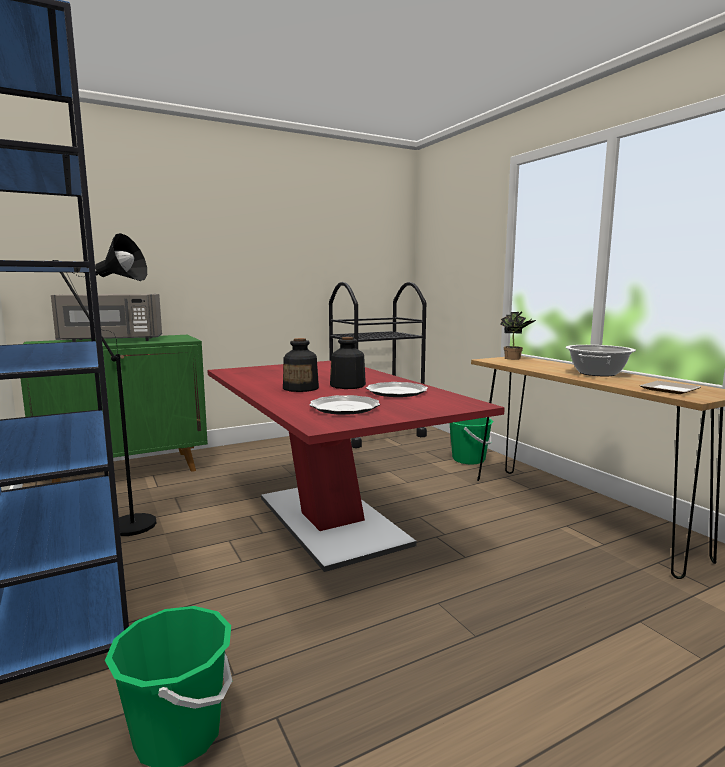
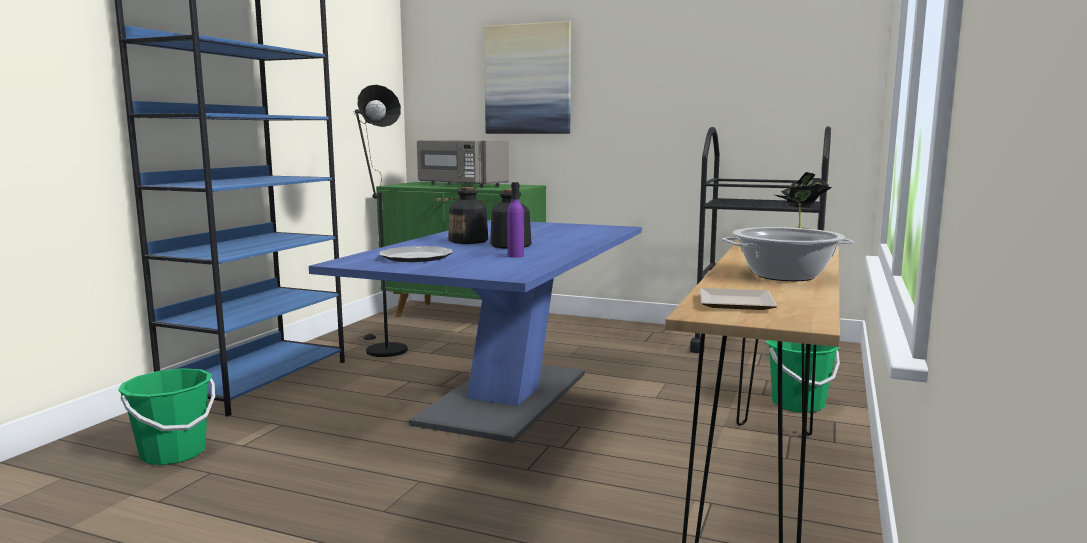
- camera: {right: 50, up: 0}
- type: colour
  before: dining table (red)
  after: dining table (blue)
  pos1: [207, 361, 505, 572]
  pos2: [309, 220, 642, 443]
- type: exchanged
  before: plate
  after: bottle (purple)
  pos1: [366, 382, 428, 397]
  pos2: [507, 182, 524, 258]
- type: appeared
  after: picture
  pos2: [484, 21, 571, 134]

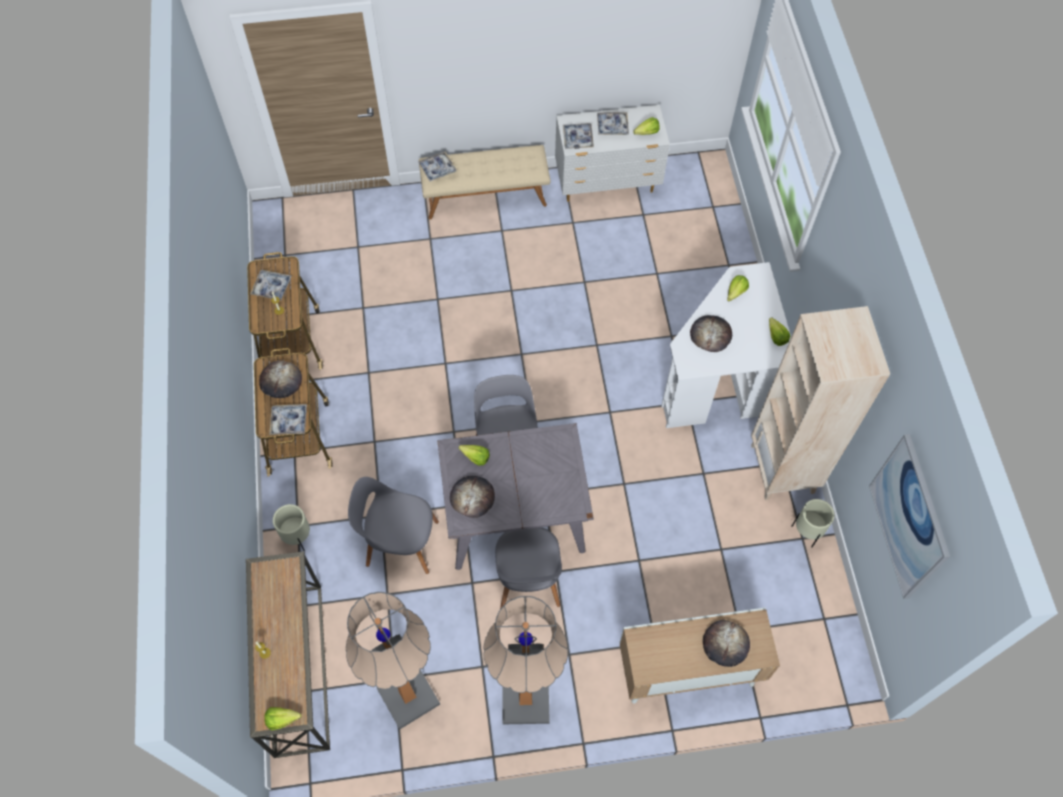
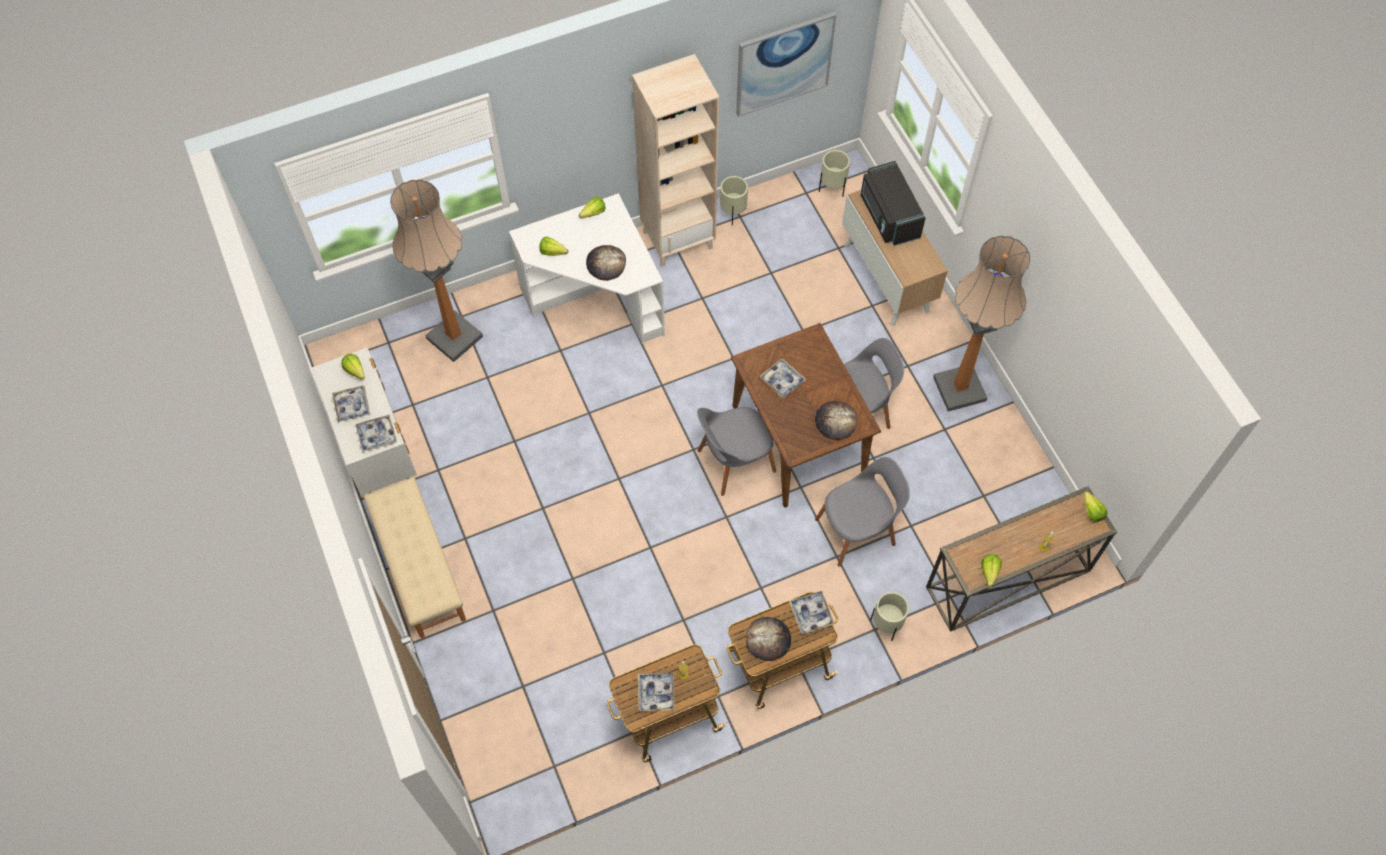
- camera: {right: -105, up: 0}
- type: relocated
  before: floor lamp
  pos1: [346, 592, 440, 729]
  pos2: [390, 180, 483, 362]
- type: spun
  before: chair (grey)
  pos1: [348, 477, 439, 574]
  pos2: [815, 457, 910, 567]
  turn: -105
- type: relocated
  before: tray
  pos1: [418, 151, 457, 182]
  pos2: [759, 358, 806, 399]
- type: colour
  before: dining table (grey)
  after: dining table (brown)
  pos1: [437, 423, 594, 570]
  pos2: [731, 323, 881, 508]
- type: relocated
  before: lettuce
  pos1: [458, 445, 490, 466]
  pos2: [981, 554, 1002, 587]
- type: exchanged
  before: bread
  after: microwave (black)
  pos1: [703, 620, 750, 667]
  pos2: [861, 161, 925, 246]
- type: appeared
  after: planter (beige)
  pos2: [819, 150, 850, 197]

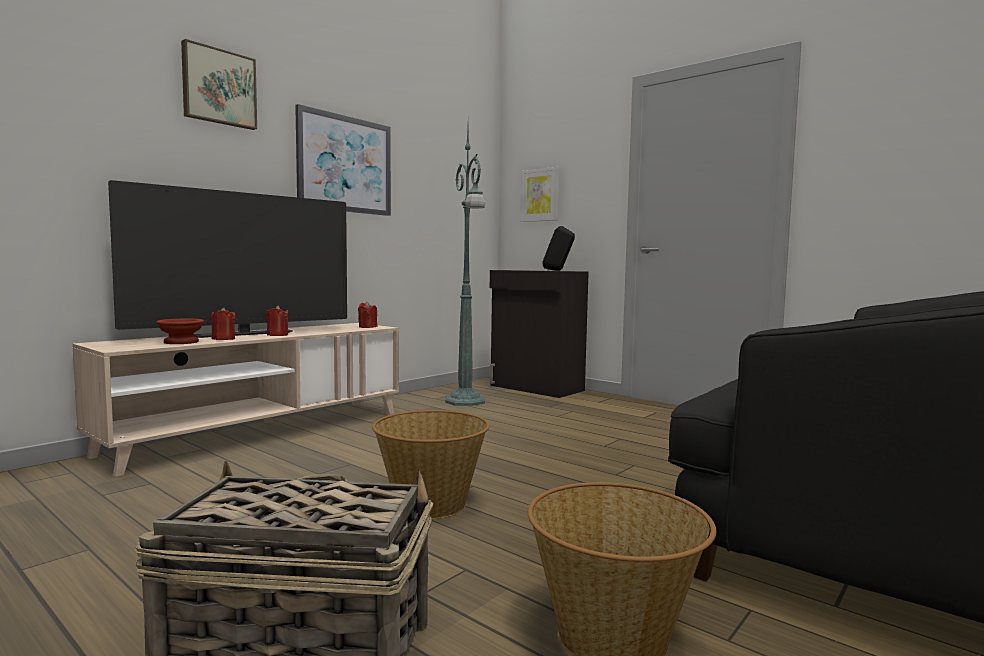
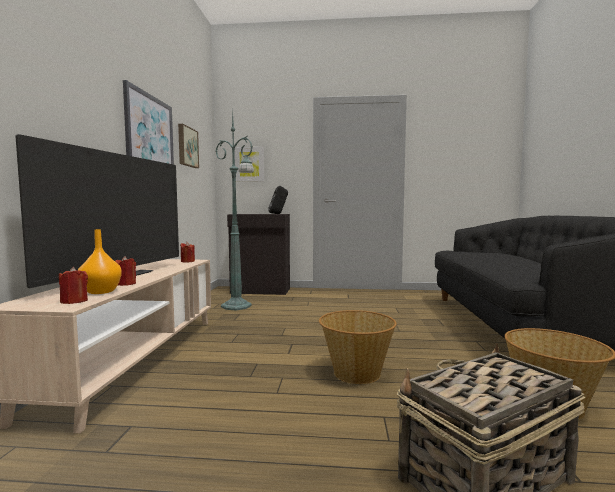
- camera: {right: -35, up: 0}
- type: exchanged
  before: bowl (brown)
  after: vase (orange)
  pos1: [156, 319, 204, 344]
  pos2: [78, 229, 122, 294]
- type: relocated
  before: picture
  pos1: [181, 39, 257, 130]
  pos2: [178, 124, 199, 168]
- type: relocated
  before: candle (red)
  pos1: [266, 305, 288, 336]
  pos2: [59, 267, 88, 304]

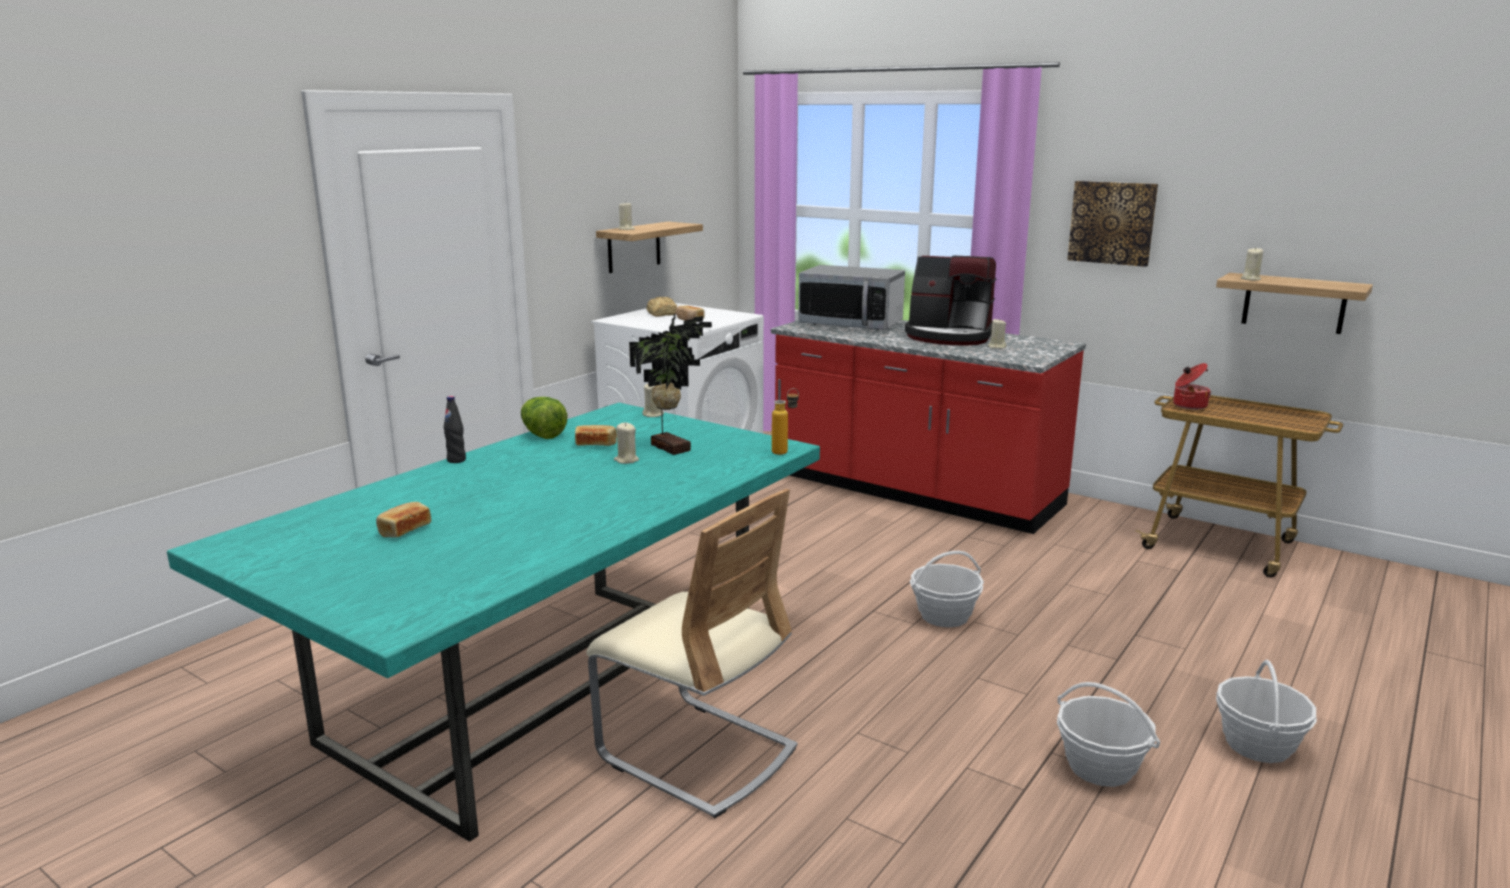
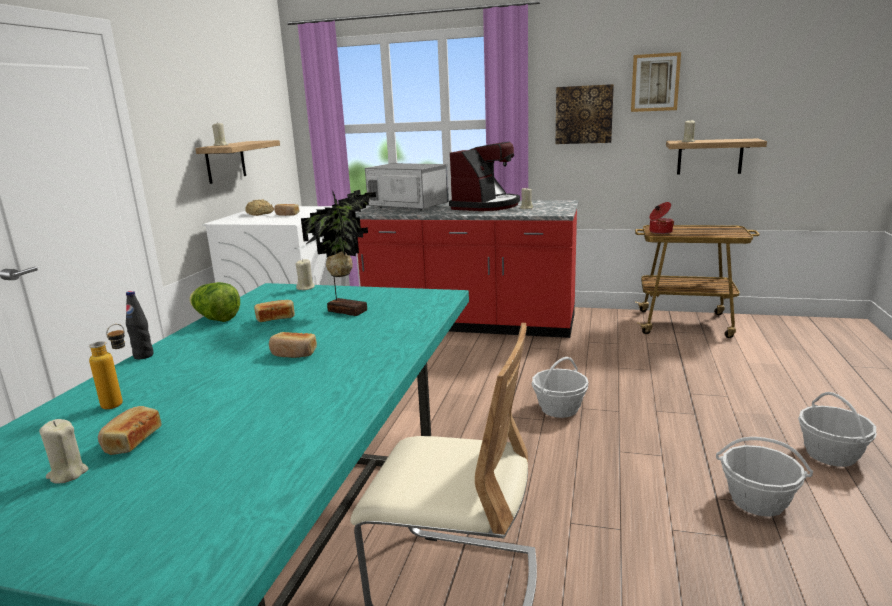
- camera: {right: -20, up: 0}
- type: relocated
  before: candle (beige)
  pos1: [614, 422, 639, 464]
  pos2: [39, 419, 89, 483]
- type: relocated
  before: bottle
  pos1: [772, 388, 799, 455]
  pos2: [89, 324, 125, 409]
- type: spun
  before: microwave
  pos1: [798, 265, 905, 330]
  pos2: [365, 163, 449, 210]
  turn: -150
- type: spun
  before: coffee machine
  pos1: [905, 255, 996, 346]
  pos2: [449, 142, 520, 211]
  turn: -60
- type: appeared
  after: bread
  pos2: [269, 332, 317, 358]
- type: appeared
  after: picture
  pos2: [631, 52, 681, 112]

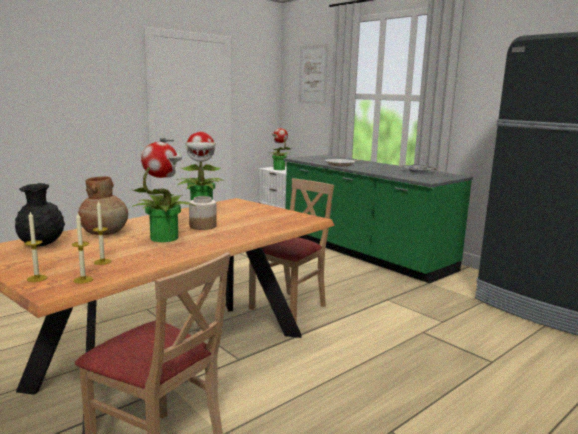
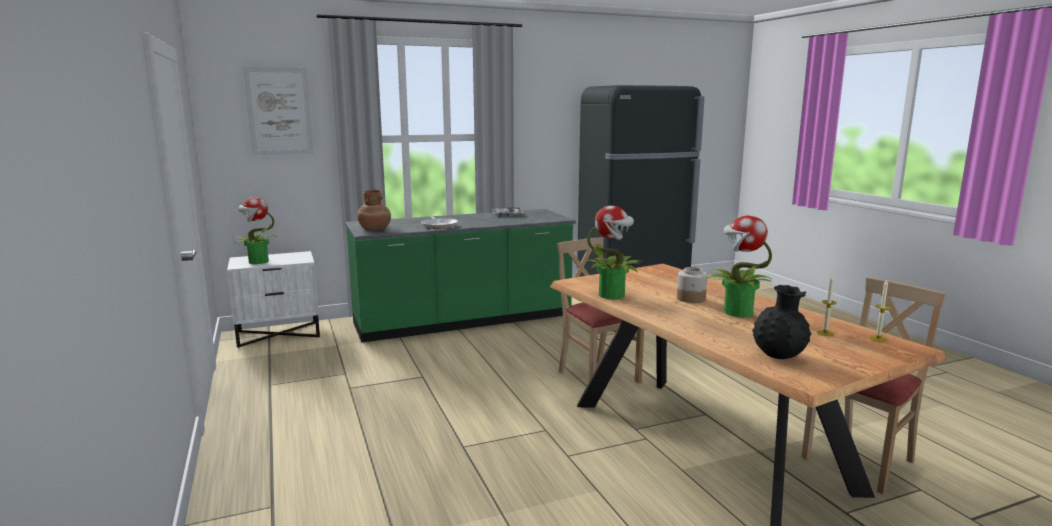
- camera: {right: -70, up: 0}
- type: missing
  before: candle
  pos1: [25, 212, 47, 282]
- type: relocated
  before: vase (brown)
  pos1: [78, 177, 128, 235]
  pos2: [357, 190, 391, 230]

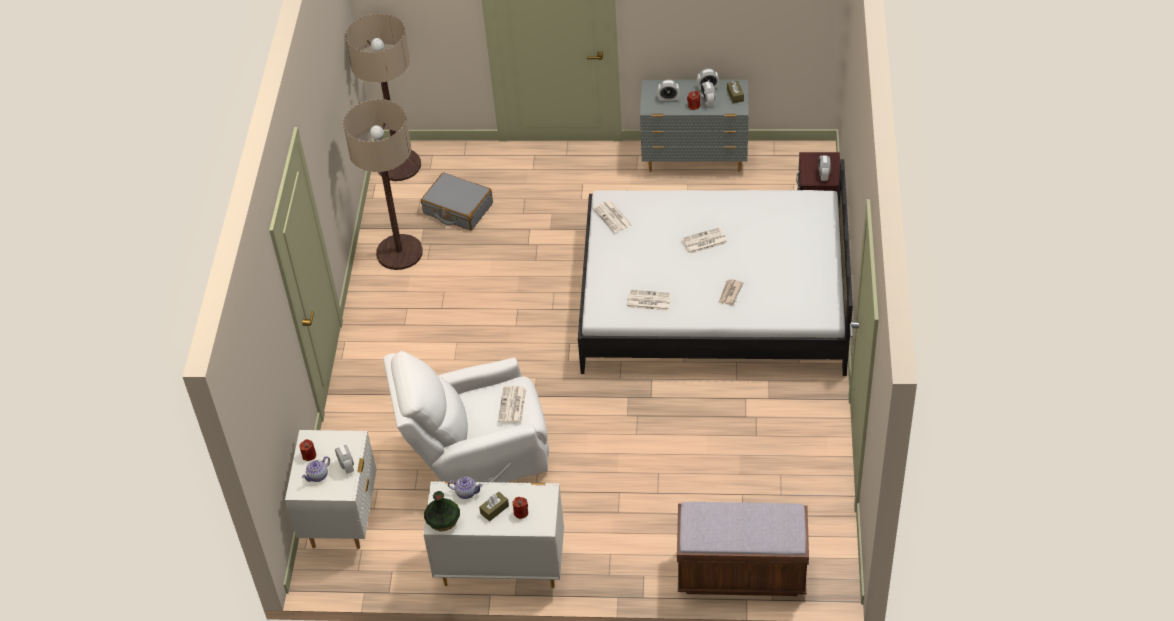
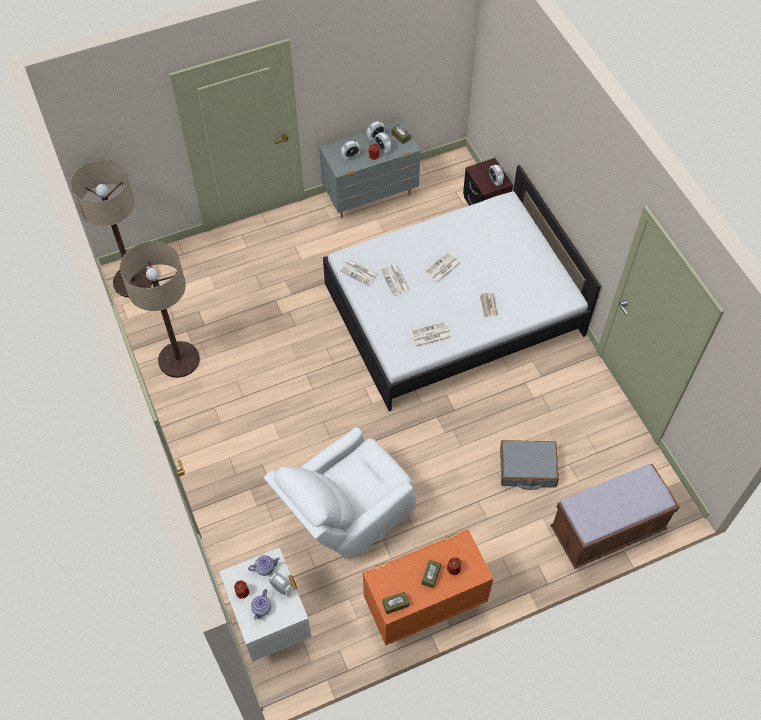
- camera: {right: -30, up: 10}
- type: relocated
  before: suitcase (grey)
  pos1: [421, 172, 493, 231]
  pos2: [500, 440, 559, 490]
- type: colour
  before: dresser (white)
  after: dresser (orange)
  pos1: [423, 481, 564, 588]
  pos2: [363, 529, 494, 645]
- type: exchanged
  before: vase
  after: tissue box (brown)
  pos1: [424, 491, 460, 531]
  pos2: [382, 592, 409, 614]
- type: relocated
  before: teapot
  pos1: [448, 477, 483, 499]
  pos2: [248, 555, 280, 576]
- type: relocated
  before: newspaper
  pos1: [498, 386, 526, 423]
  pos2: [380, 264, 411, 296]

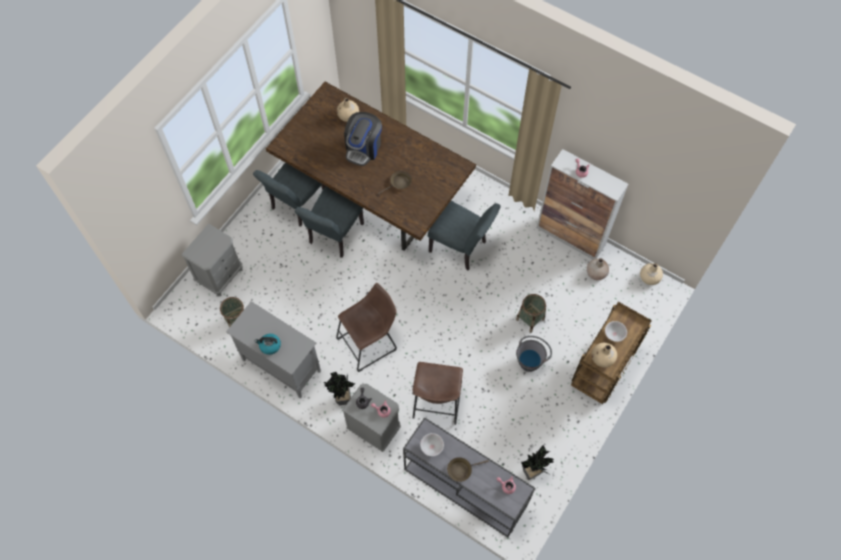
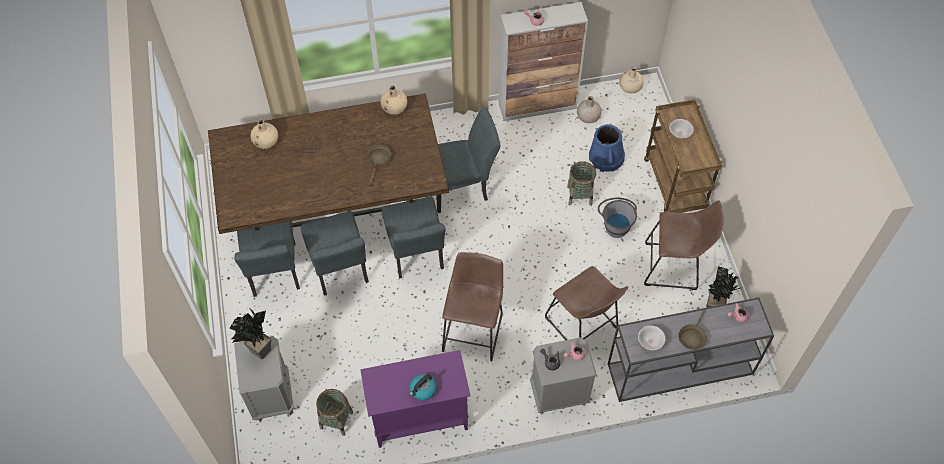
- camera: {right: -45, up: -5}
- type: colour
  before: cabinet (grey)
  after: cabinet (purple)
  pos1: [226, 301, 321, 398]
  pos2: [360, 350, 471, 448]
- type: relocated
  before: potted plant
  pos1: [323, 372, 355, 406]
  pos2: [229, 308, 271, 359]
- type: missing
  before: coffee machine
  pos1: [344, 112, 382, 166]
- type: relocated
  before: vase (beige)
  pos1: [591, 343, 617, 368]
  pos2: [381, 85, 407, 115]
- type: appeared
  after: chair (grey)
  pos2: [382, 196, 446, 278]
- type: appeared
  after: bucket (blue)
  pos2: [589, 124, 625, 172]
- type: appeared
  after: stool (brown)
  pos2: [644, 200, 724, 290]

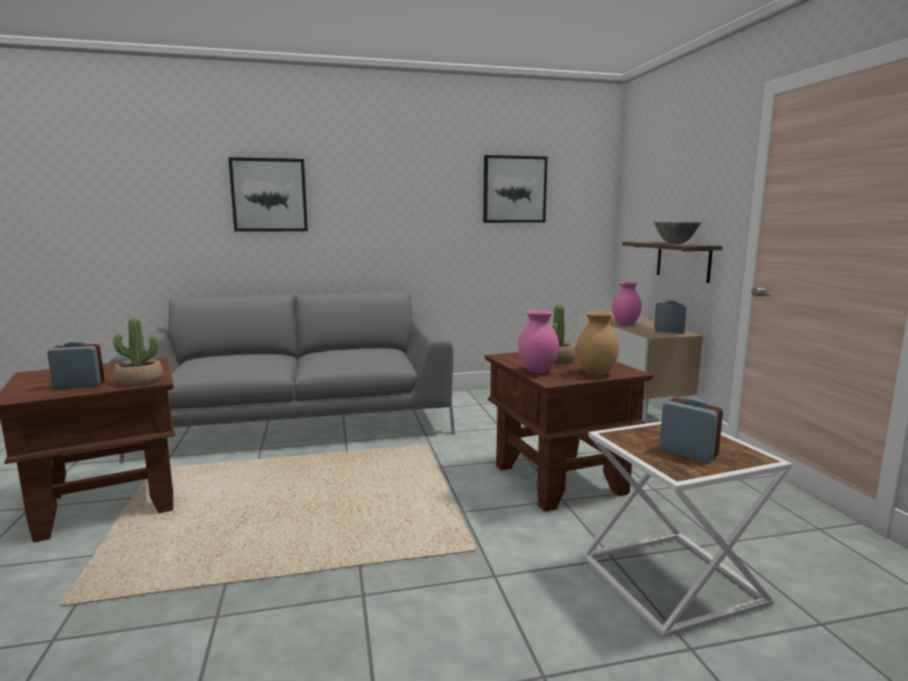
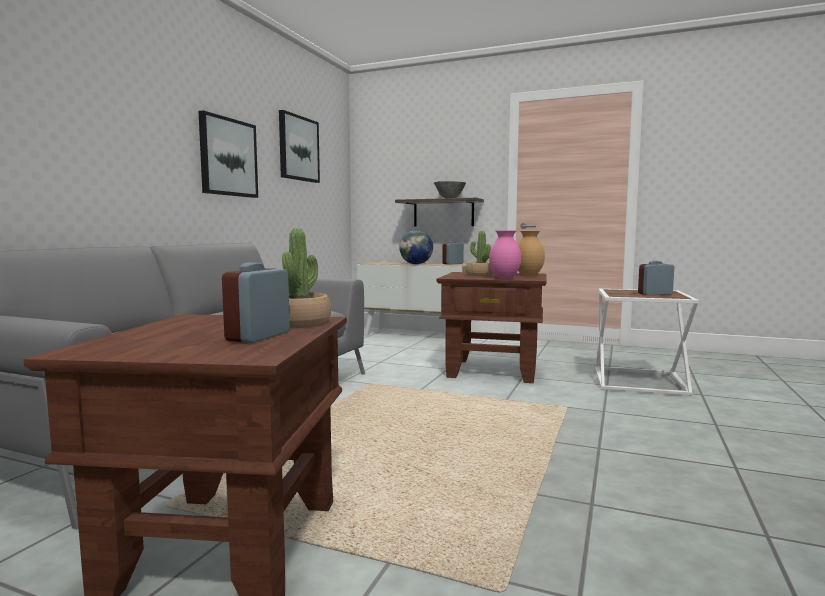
- camera: {right: -55, up: -5}
- type: relocated
  before: picture
  pos1: [228, 157, 308, 232]
  pos2: [198, 110, 258, 198]
- type: exchanged
  before: vase (pink)
  after: globe
  pos1: [612, 282, 642, 325]
  pos2: [399, 230, 433, 264]

